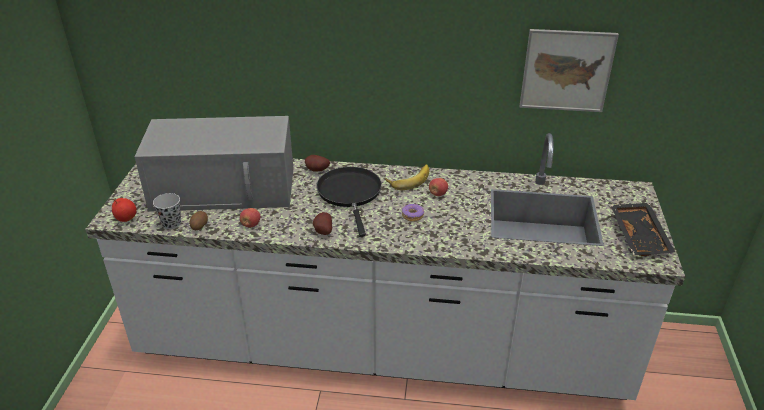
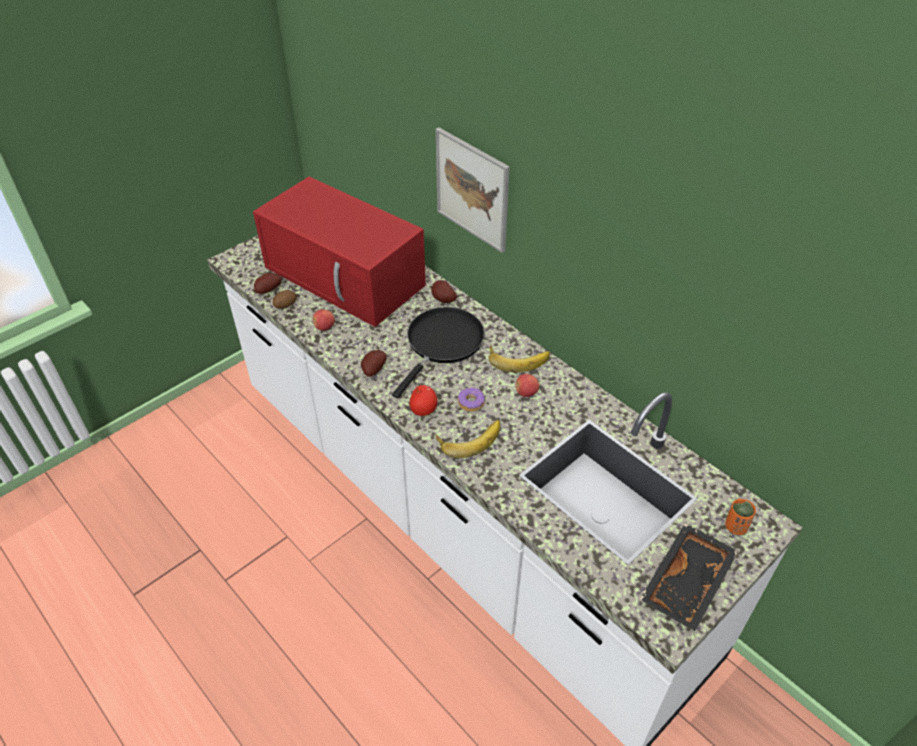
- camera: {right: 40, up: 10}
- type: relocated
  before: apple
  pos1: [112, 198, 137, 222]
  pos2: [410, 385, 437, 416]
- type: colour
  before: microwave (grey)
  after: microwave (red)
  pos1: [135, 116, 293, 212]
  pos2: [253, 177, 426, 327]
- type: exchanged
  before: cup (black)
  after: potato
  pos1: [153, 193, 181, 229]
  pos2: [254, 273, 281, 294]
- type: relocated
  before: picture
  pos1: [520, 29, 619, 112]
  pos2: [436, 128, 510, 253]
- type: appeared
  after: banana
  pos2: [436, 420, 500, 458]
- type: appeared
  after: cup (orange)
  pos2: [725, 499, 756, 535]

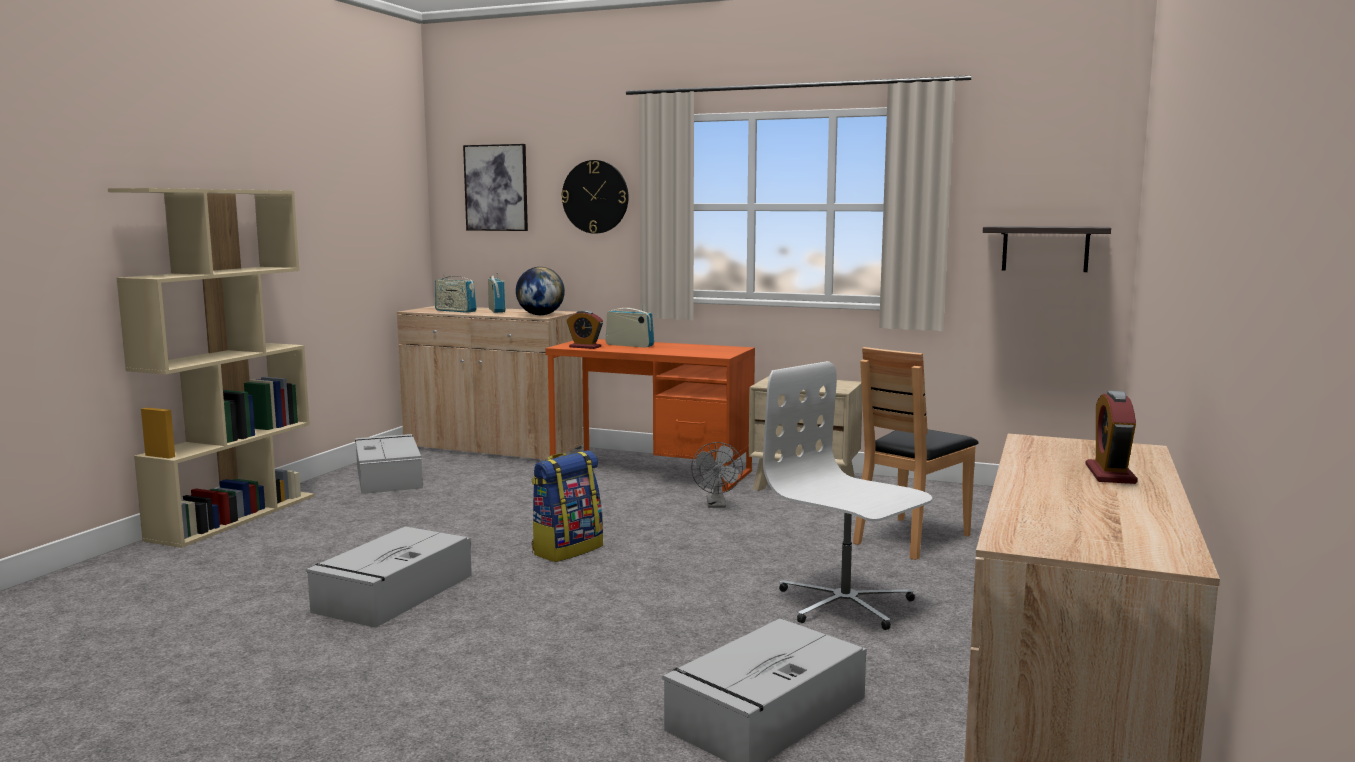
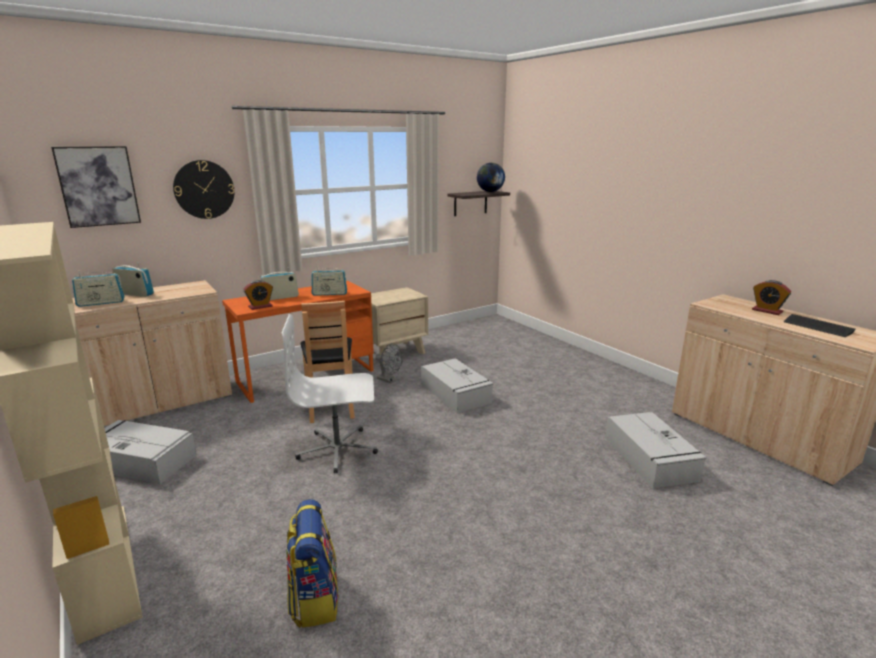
- camera: {right: -55, up: 10}
- type: relocated
  before: storage box (grey)
  pos1: [306, 526, 472, 628]
  pos2: [421, 358, 493, 413]
- type: relocated
  before: globe
  pos1: [516, 267, 565, 315]
  pos2: [477, 163, 505, 192]
- type: relocated
  before: backpack
  pos1: [531, 450, 603, 562]
  pos2: [286, 499, 339, 628]
- type: relocated
  before: office chair (white)
  pos1: [763, 361, 932, 630]
  pos2: [281, 314, 378, 473]
- type: relocated
  before: chair (brown)
  pos1: [853, 347, 979, 560]
  pos2: [300, 301, 355, 423]
- type: appeared
  after: radio
  pos2: [311, 266, 347, 296]
- type: appeared
  after: keyboard
  pos2: [784, 314, 856, 337]

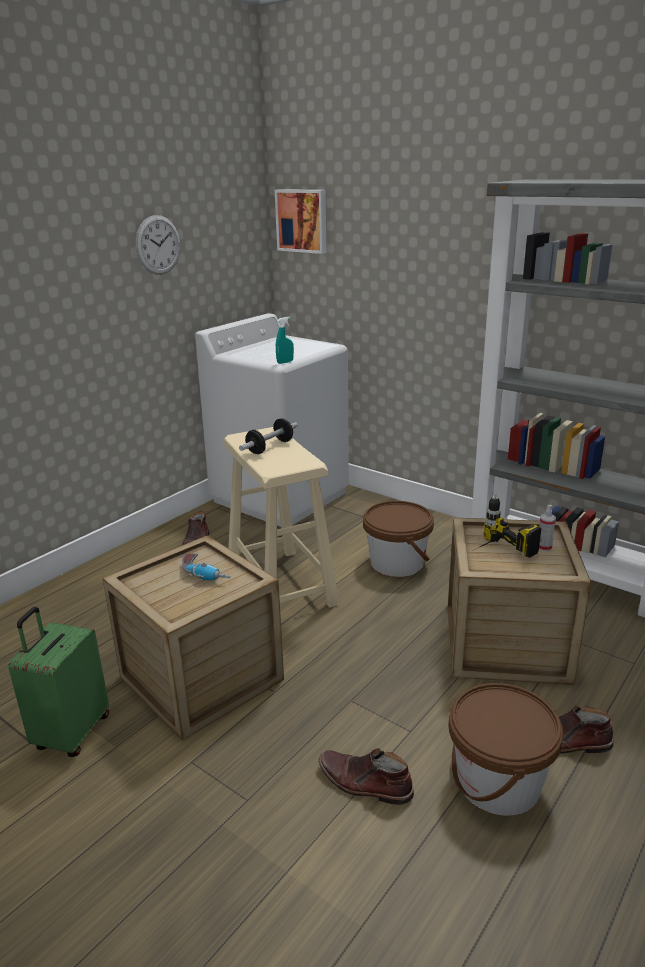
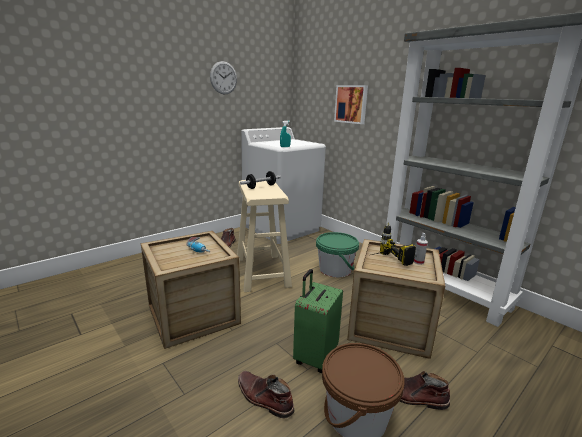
- camera: {right: 10, up: -5}
- type: relocated
  before: suitcase (green)
  pos1: [8, 607, 109, 757]
  pos2: [293, 269, 343, 373]
- type: relocated
  before: picture
  pos1: [275, 189, 327, 254]
  pos2: [334, 85, 368, 124]
- type: colour
  before: bucket (brown)
  after: bucket (green)
  pos1: [363, 501, 434, 577]
  pos2: [316, 232, 359, 277]

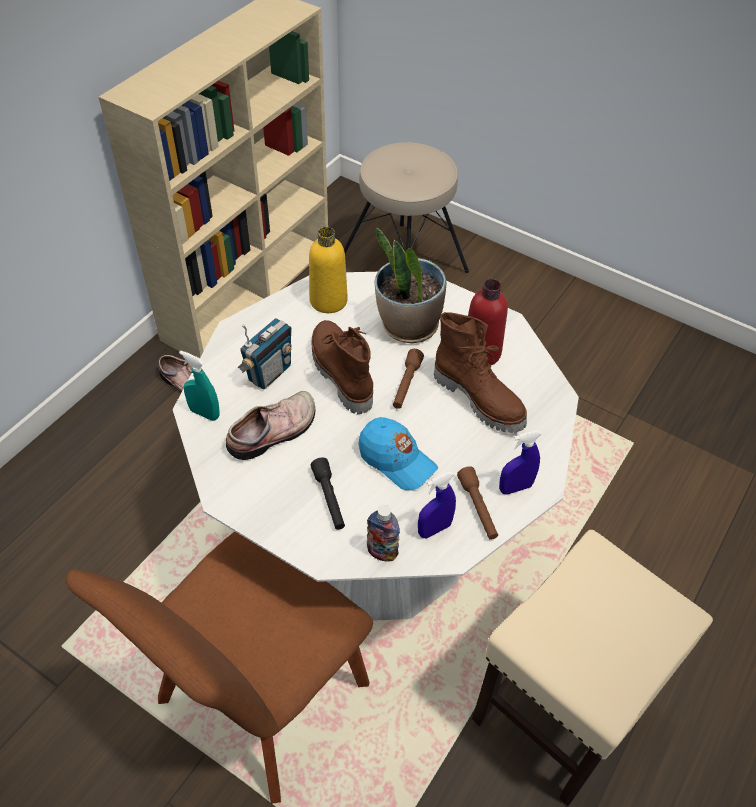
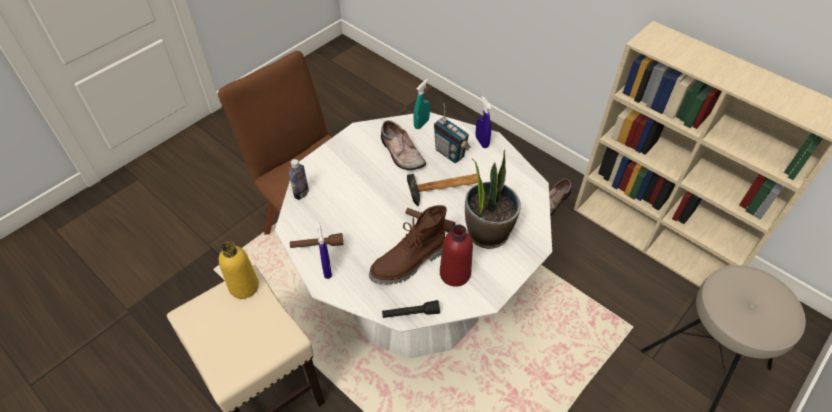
- camera: {right: 100, up: 0}
- type: relocated
  before: bottle (yellow)
  pos1: [309, 227, 348, 313]
  pos2: [219, 241, 259, 299]
- type: exchanged
  before: boot (brown)
  after: hammer
  pos1: [311, 320, 373, 414]
  pos2: [407, 174, 478, 206]
- type: relocated
  before: flashlight (black)
  pos1: [311, 458, 345, 530]
  pos2: [382, 300, 440, 318]
- type: missing
  before: cap (blue)
  pos1: [358, 417, 438, 490]
- type: relocated
  before: spray bottle (blue)
  pos1: [418, 471, 456, 538]
  pos2: [475, 96, 491, 148]

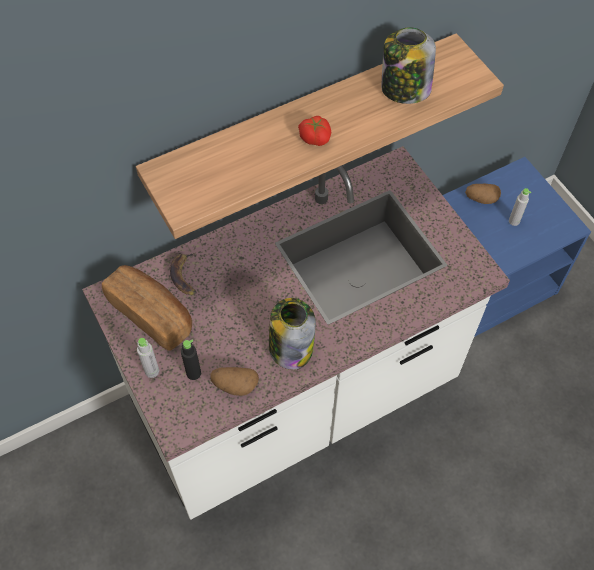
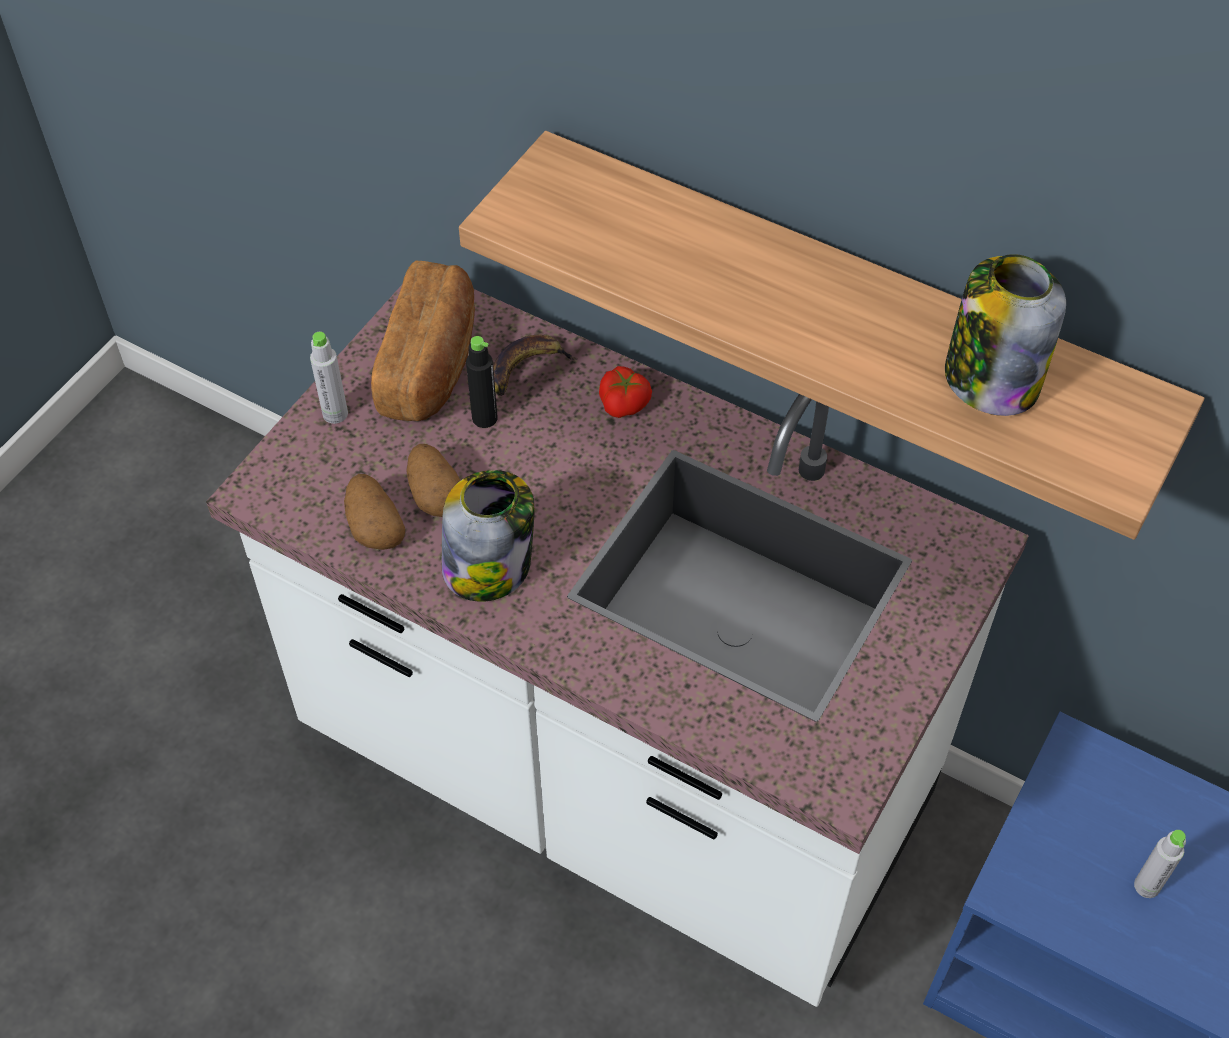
- camera: {right: 60, up: -5}
- type: relocated
  before: bottle (black)
  pos1: [181, 340, 201, 380]
  pos2: [466, 336, 498, 428]
- type: relocated
  before: tomato
  pos1: [298, 116, 332, 146]
  pos2: [599, 366, 652, 418]
- type: relocated
  before: potato
  pos1: [465, 184, 501, 204]
  pos2: [406, 444, 461, 517]

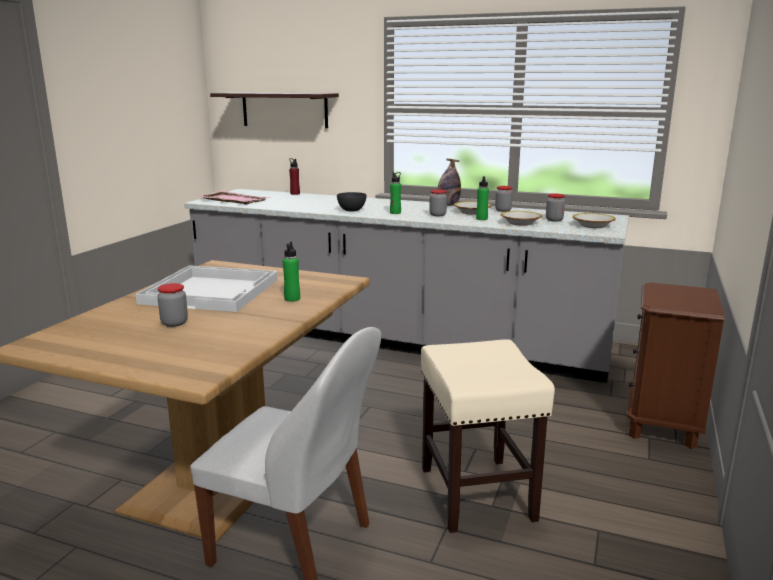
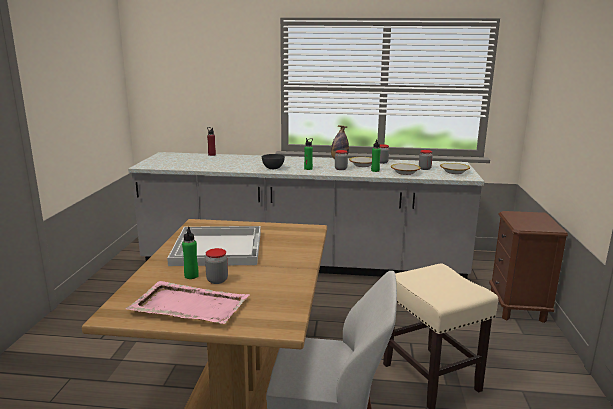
- camera: {right: -15, up: 0}
- type: relocated
  before: tray (pink)
  pos1: [197, 191, 272, 205]
  pos2: [126, 281, 249, 324]
- type: missing
  before: shelf
  pos1: [210, 92, 339, 128]
- type: relocated
  before: bottle (green)
  pos1: [283, 242, 300, 302]
  pos2: [182, 227, 199, 279]

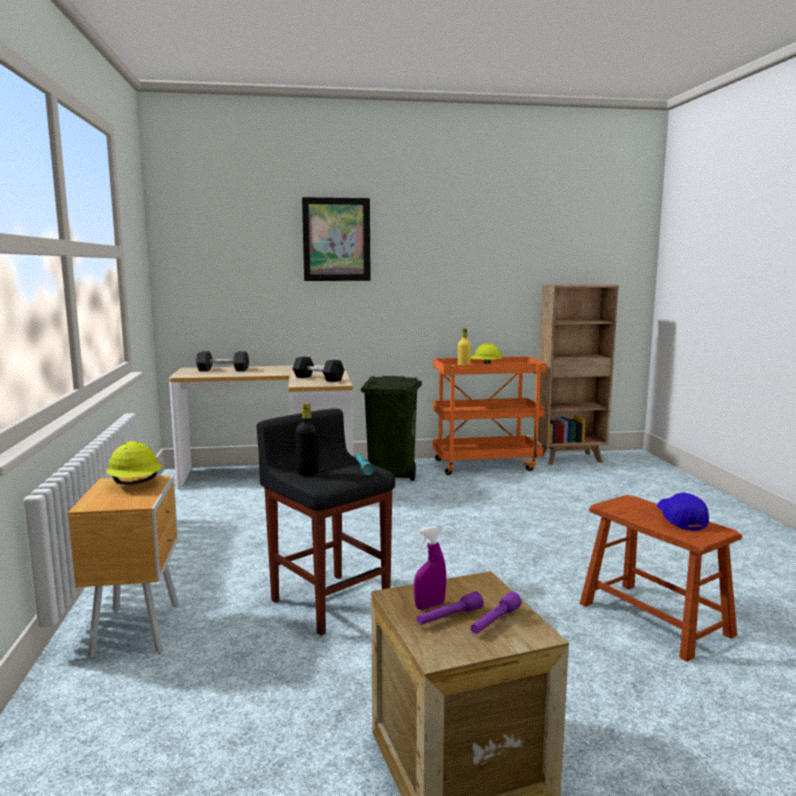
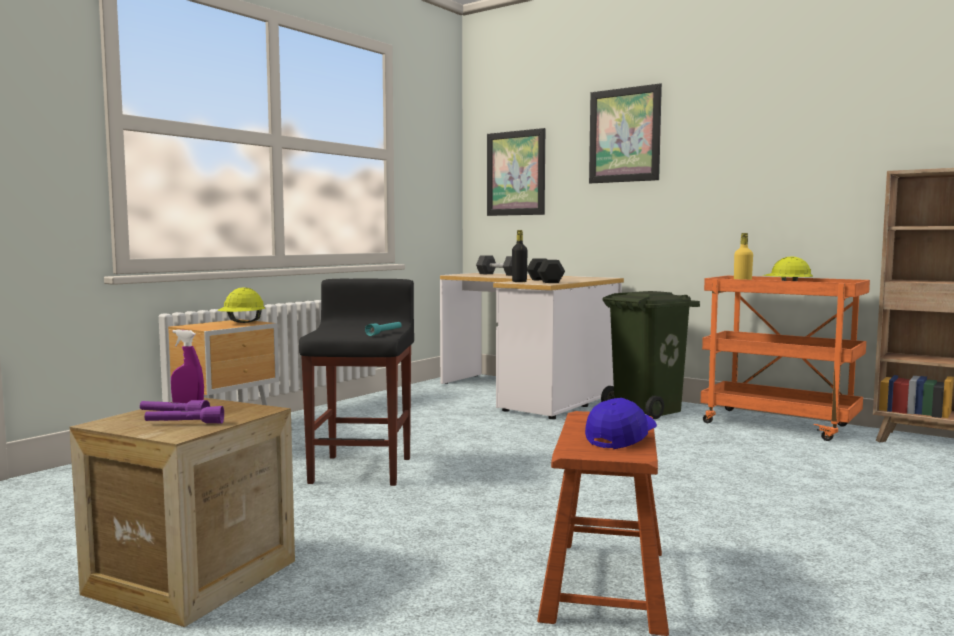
- camera: {right: 45, up: -5}
- type: relocated
  before: bottle (black)
  pos1: [295, 403, 319, 475]
  pos2: [512, 230, 528, 282]
- type: appeared
  after: picture
  pos2: [487, 128, 545, 216]

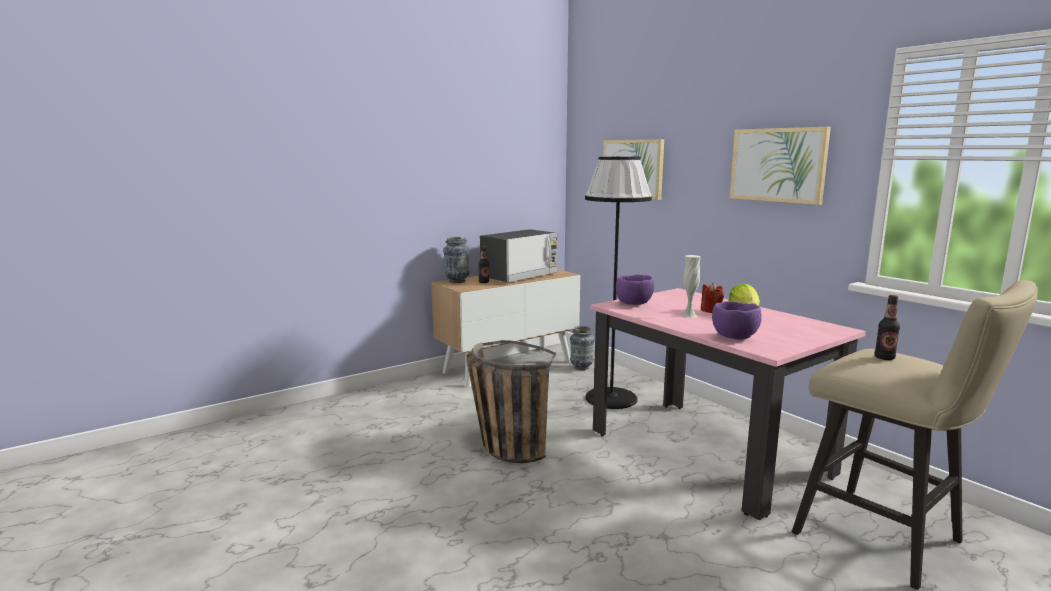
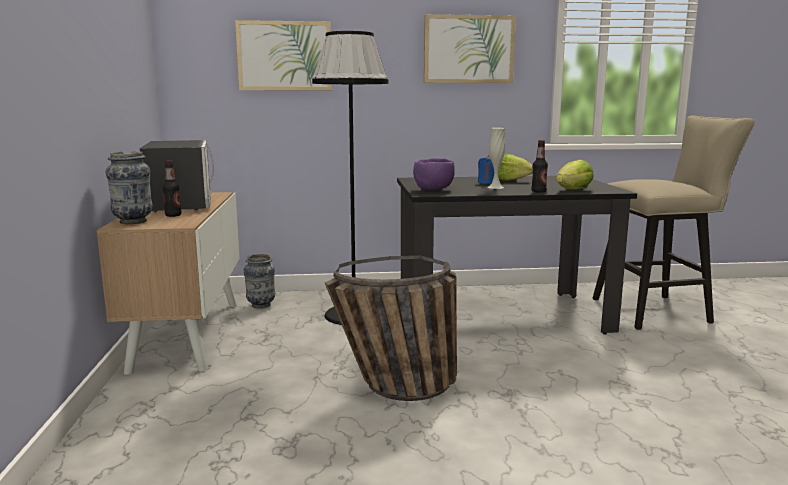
- camera: {right: -60, up: 0}
- type: colour
  before: dining table (pink)
  after: dining table (black)
  pos1: [590, 288, 866, 520]
  pos2: [397, 176, 637, 335]
- type: colour
  before: candle (red)
  after: candle (blue)
  pos1: [701, 283, 724, 313]
  pos2: [478, 155, 494, 184]
- type: exchanged
  before: bowl (purple)
  after: lettuce
  pos1: [712, 301, 762, 340]
  pos2: [556, 160, 594, 190]
- type: relocated
  before: bottle
  pos1: [875, 295, 900, 360]
  pos2: [531, 140, 548, 193]

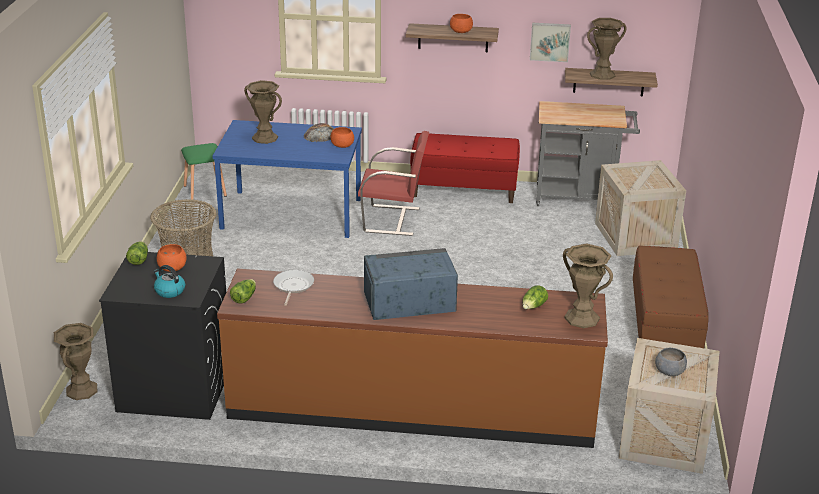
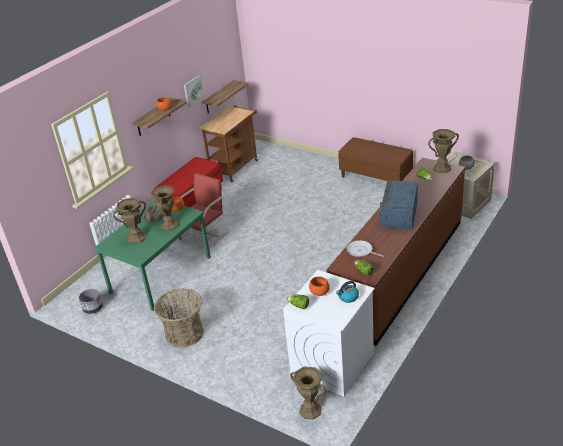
- camera: {right: -60, up: 5}
- type: colour
  before: washing machine (black)
  after: washing machine (white)
  pos1: [99, 252, 226, 420]
  pos2: [283, 270, 375, 396]
- type: exchanged
  before: stool (green)
  after: planter (grey)
  pos1: [181, 143, 227, 200]
  pos2: [79, 289, 103, 314]
- type: colour
  before: dining table (blue)
  after: dining table (green)
  pos1: [213, 120, 362, 238]
  pos2: [94, 201, 211, 311]
- type: colour
  before: cart (grey)
  after: cart (brown)
  pos1: [536, 101, 640, 206]
  pos2: [199, 106, 258, 183]
- type: relocated
  before: vase (brown)
  pos1: [587, 18, 627, 80]
  pos2: [151, 185, 179, 231]
- type: missing
  before: crate
  pos1: [595, 160, 686, 256]

